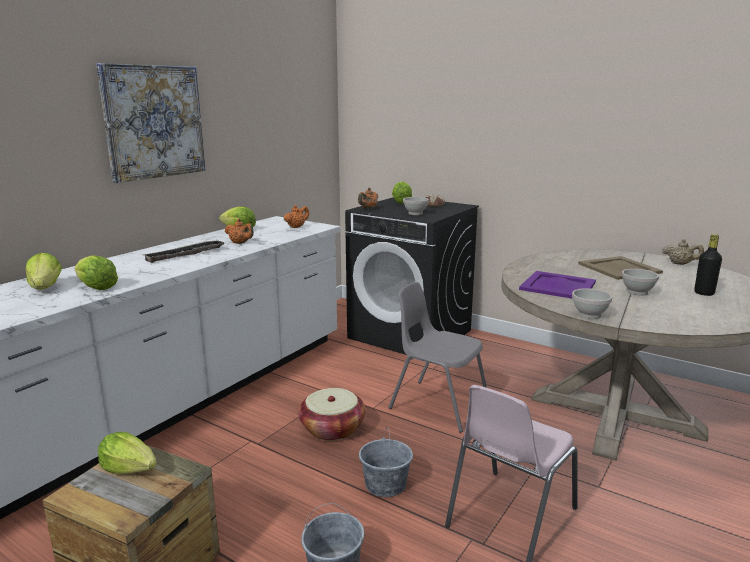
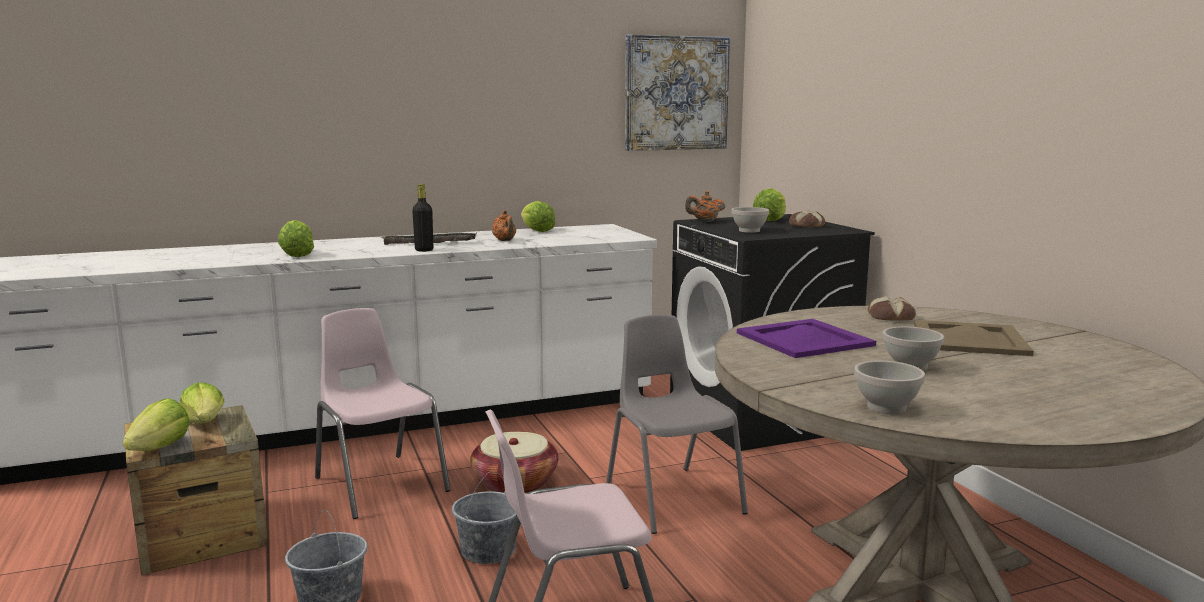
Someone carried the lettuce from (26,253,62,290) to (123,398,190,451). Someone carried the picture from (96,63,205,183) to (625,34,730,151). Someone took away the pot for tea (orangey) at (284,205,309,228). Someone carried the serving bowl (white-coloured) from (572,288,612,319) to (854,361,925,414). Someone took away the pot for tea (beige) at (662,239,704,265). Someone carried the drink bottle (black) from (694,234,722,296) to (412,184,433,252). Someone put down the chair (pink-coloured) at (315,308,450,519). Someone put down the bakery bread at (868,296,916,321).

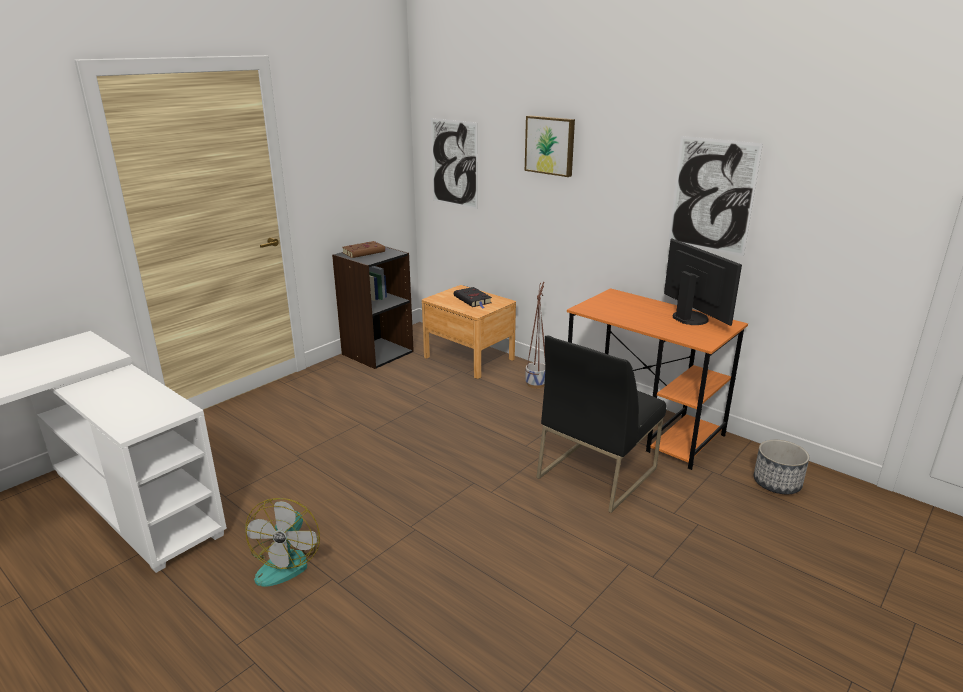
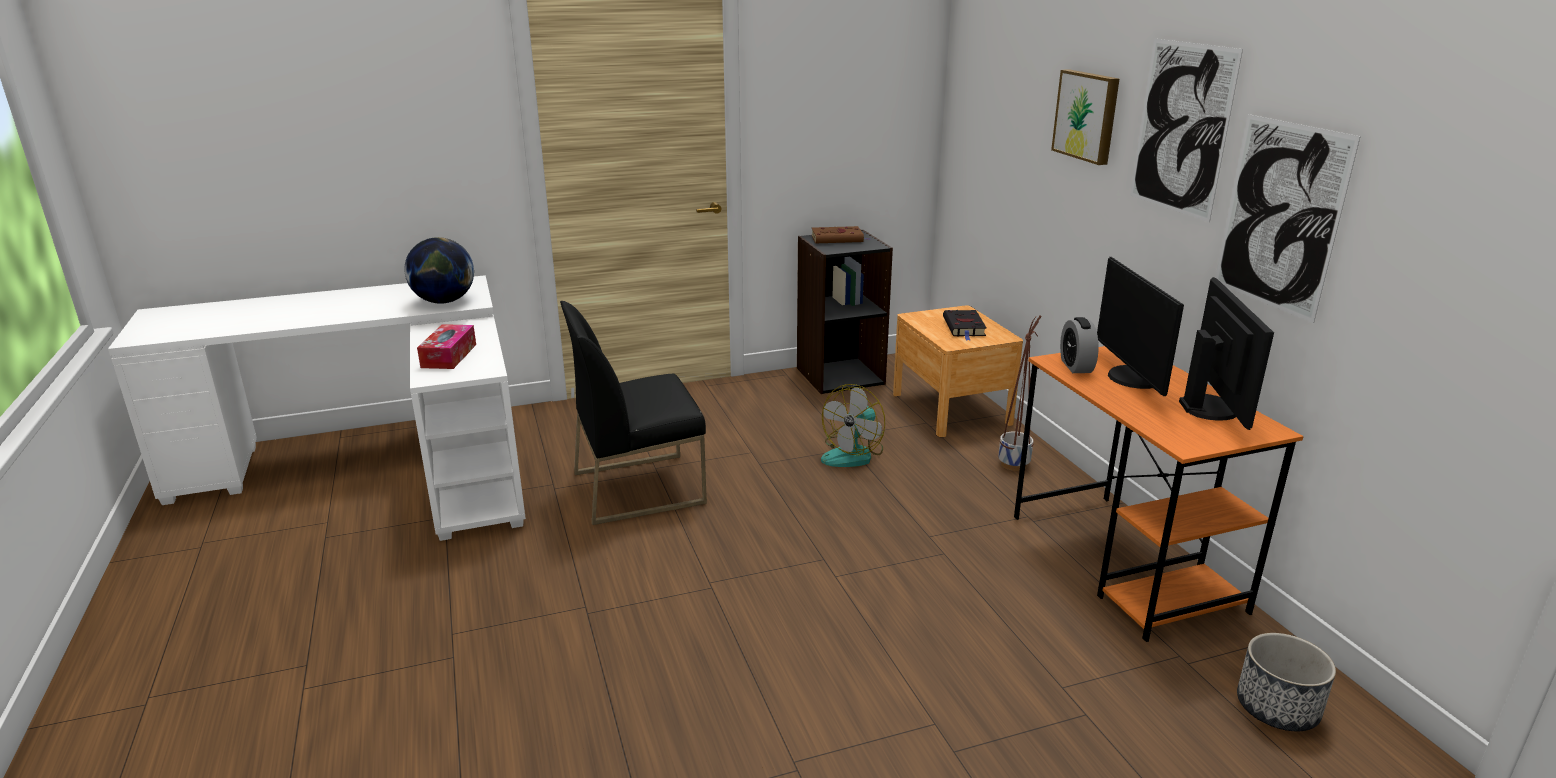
Someone carried the electric fan from (245,498,320,587) to (821,384,885,467). Someone carried the picture from (431,118,478,209) to (1130,38,1243,222). Someone carried the chair (black) from (537,336,666,513) to (560,301,707,525). Someone put down the globe at (404,237,474,304). Someone put down the tissue box at (417,324,476,369). Someone put down the table clock at (1060,317,1099,373). Someone put down the computer screen at (1097,257,1184,396).

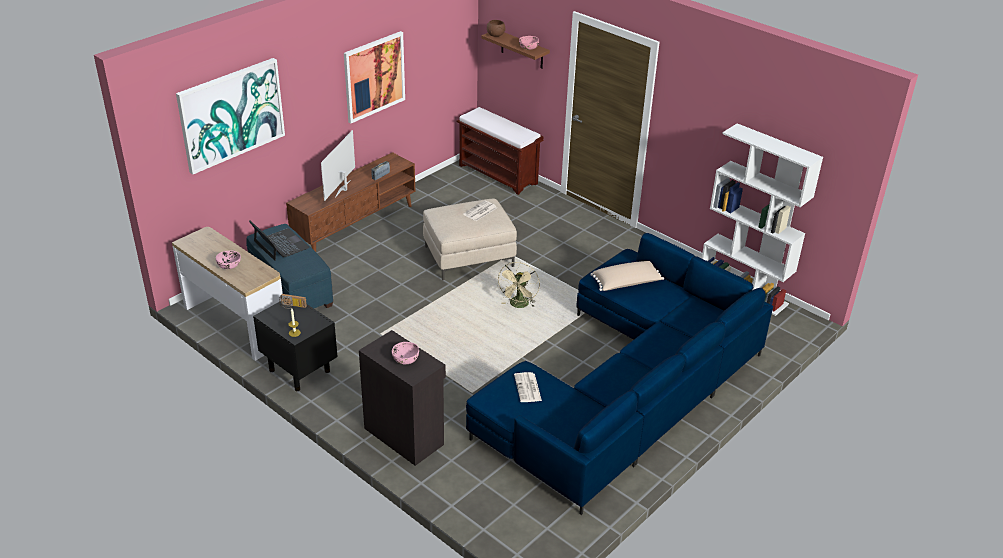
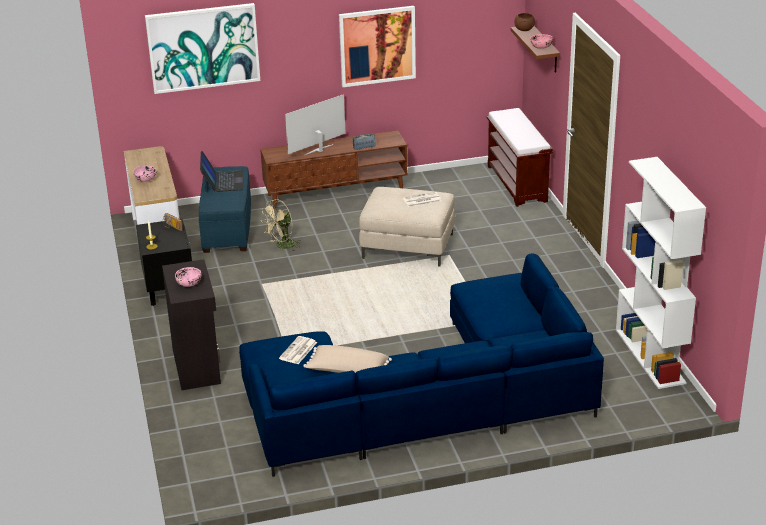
Someone carried the electric fan (beige) from (498,262,540,308) to (261,199,301,251). Someone carried the pillow (beige) from (590,261,664,291) to (303,345,392,373).

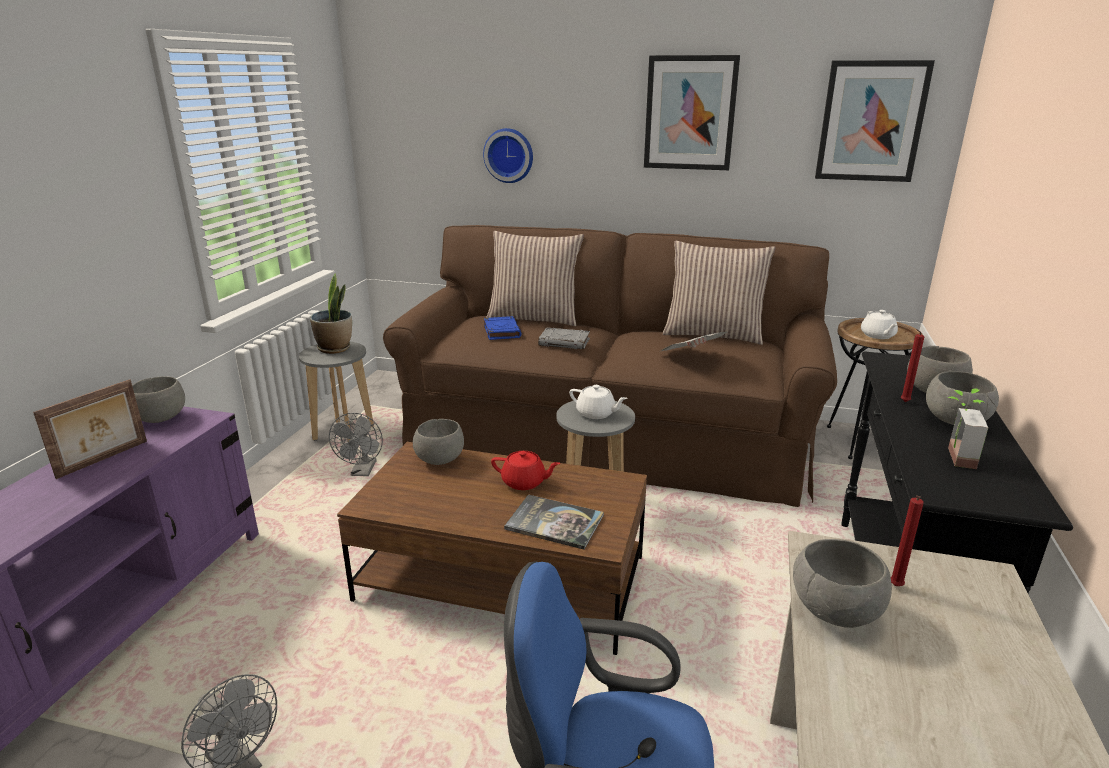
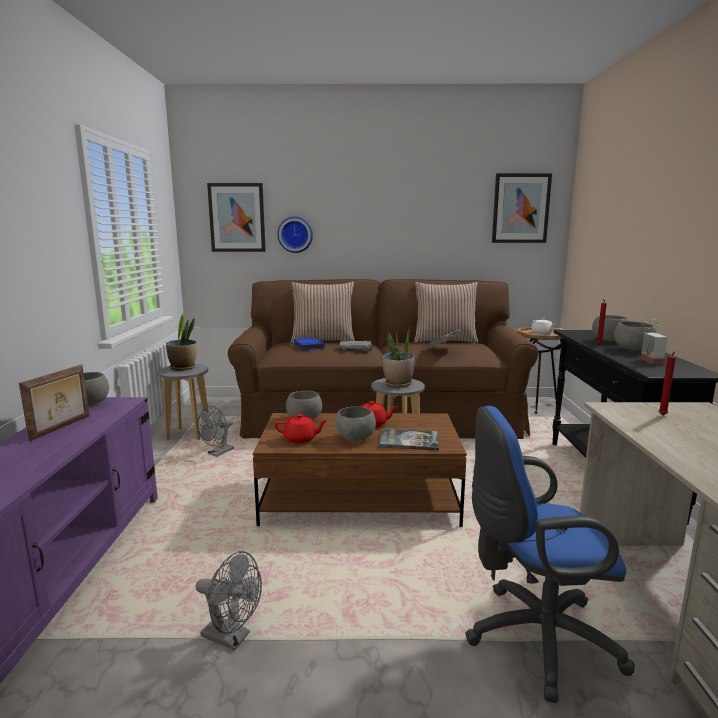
Someone rotated the electric fan (gray) at (329,413,383,476) by 45 degrees clockwise. Someone swapped the pot for tea (white-coloured) at (569,385,628,419) for the potted plant at (382,327,415,387). Someone carried the picture from (644,55,740,170) to (207,183,266,252). Someone carried the serving bowl (gray) from (793,539,892,628) to (335,406,376,441). Someone put down the pot for tea (red-coloured) at (275,414,328,443).

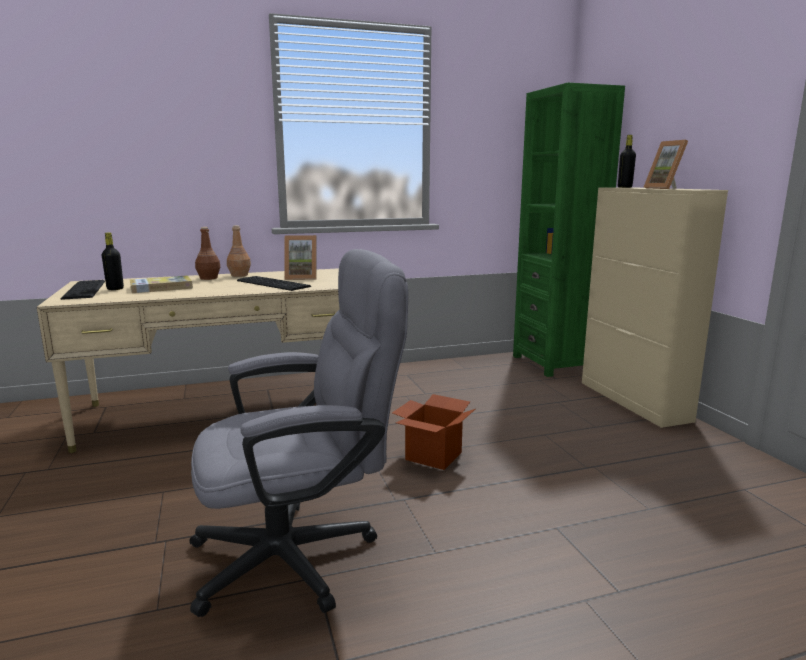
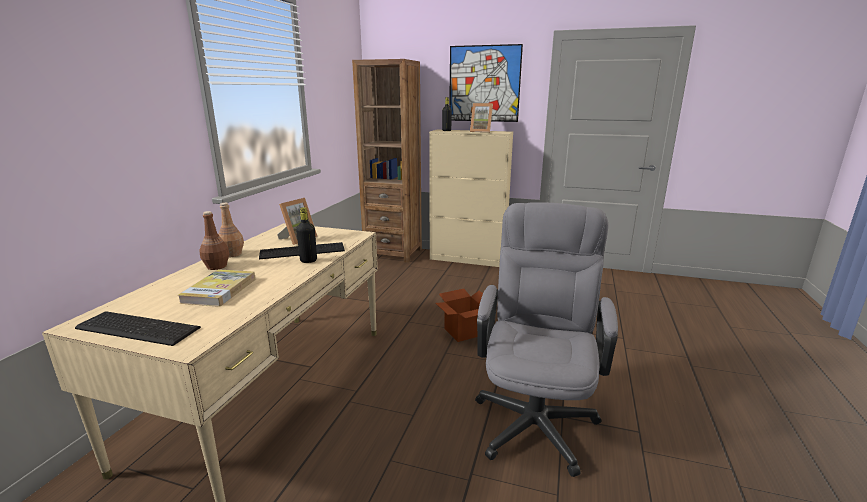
Someone carried the drink bottle (black) from (102,233,124,290) to (296,207,317,263). Someone repainted the shelving unit (greenish) at (513,83,625,377), which became the shelving unit (brownish) at (352,59,422,263). Someone put up the picture at (449,44,523,122).

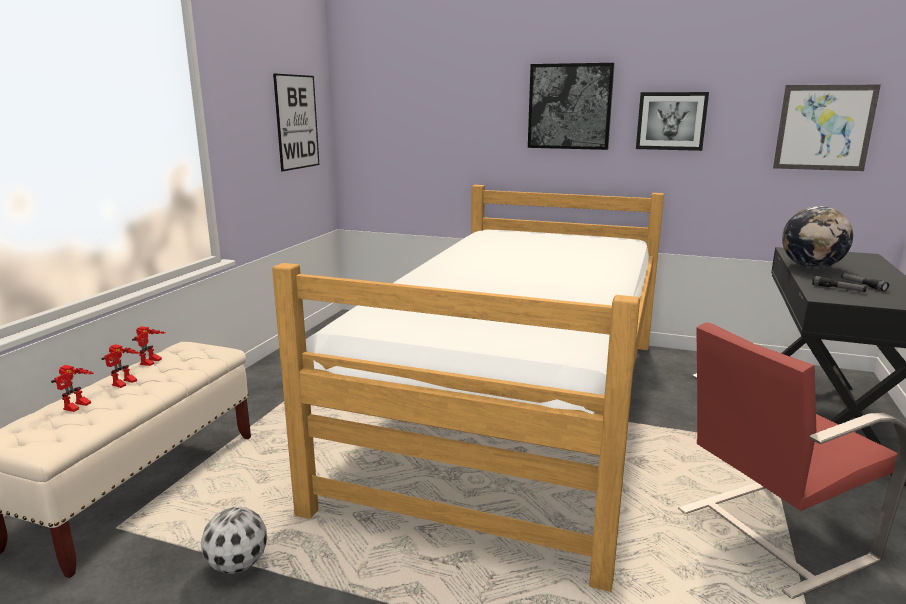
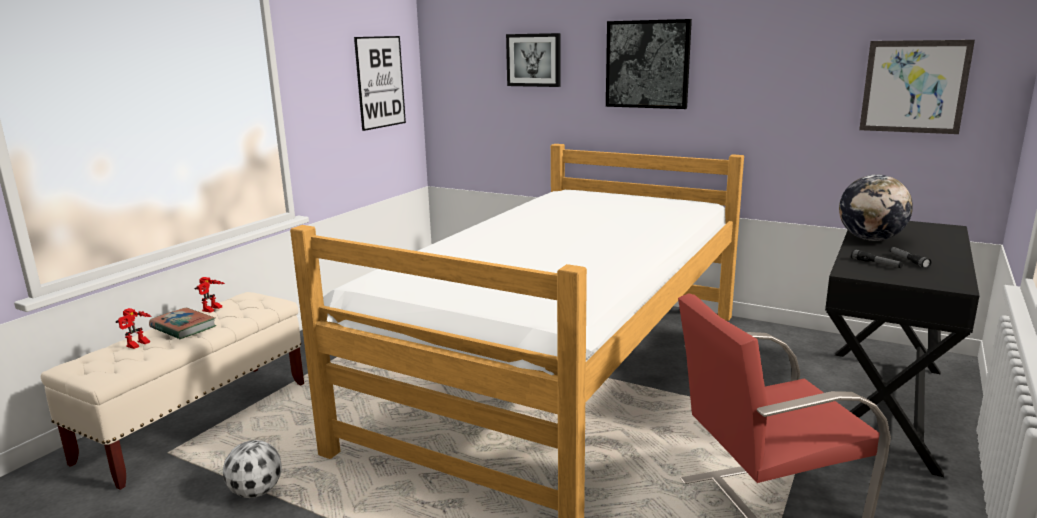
Someone swapped the robot figure at (102,344,140,388) for the bound book at (149,307,216,339). Someone carried the picture from (636,92,709,151) to (506,33,561,87).

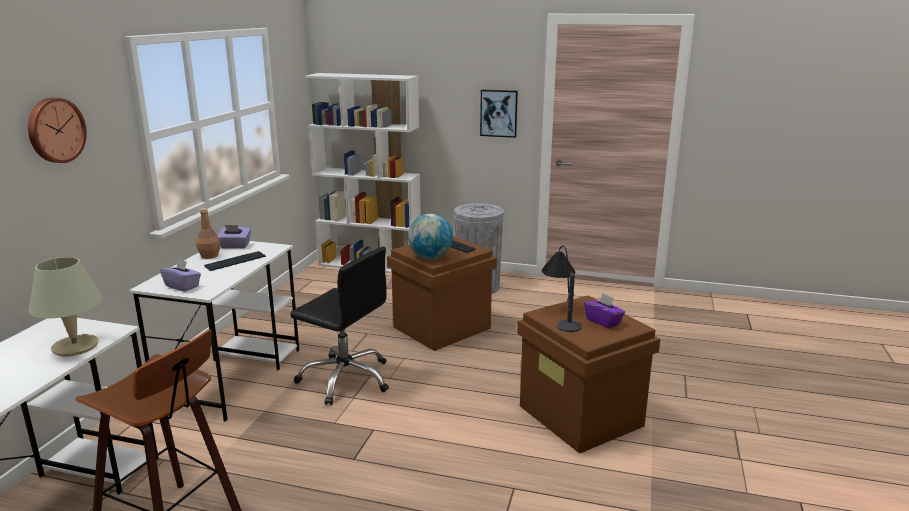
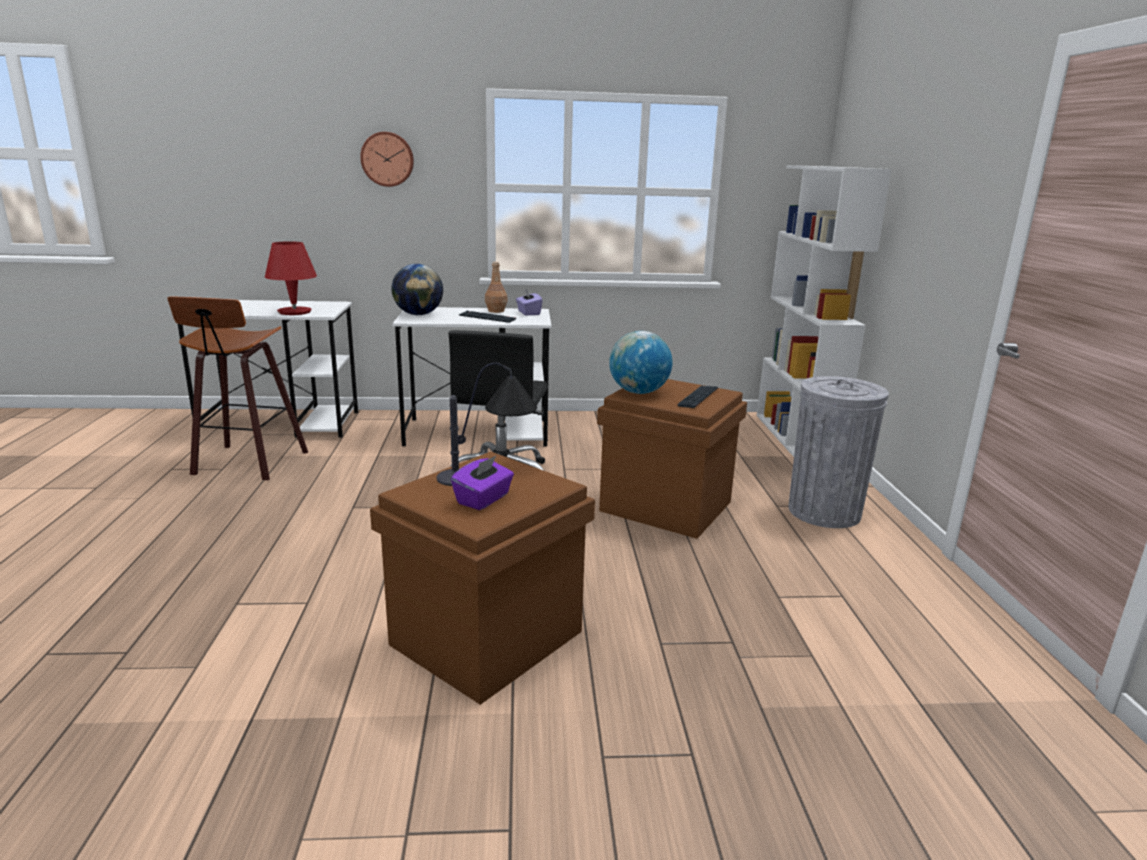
Someone repainted the tabletop lamp (beige) at (28,257,103,356), which became the tabletop lamp (red-coloured) at (265,241,317,315). Someone swapped the tissue box (purple-coloured) at (160,259,201,292) for the globe at (391,264,443,315). Someone took away the picture at (480,90,518,138).

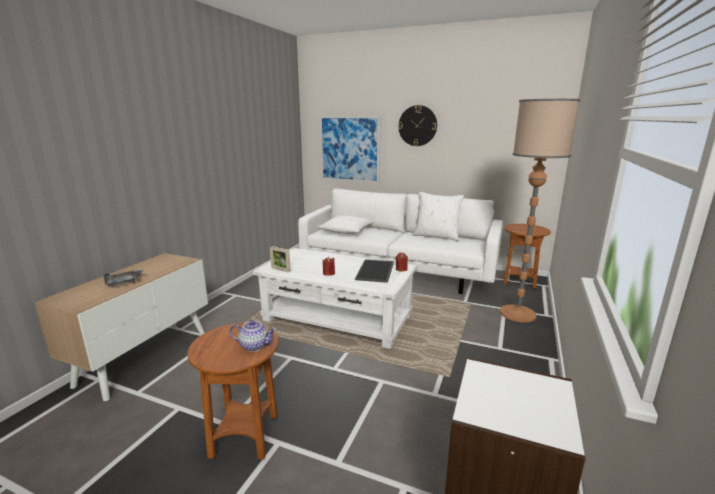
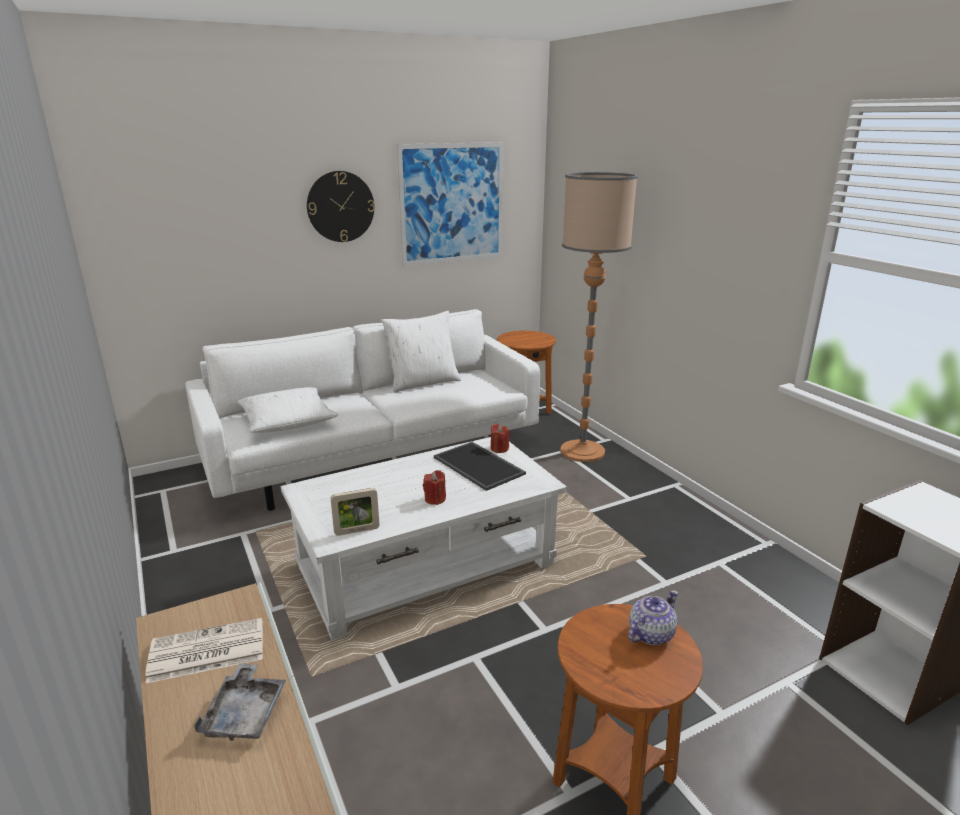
Someone carried the picture from (320,116,381,184) to (397,142,503,266). Someone put down the newspaper at (146,618,263,683).

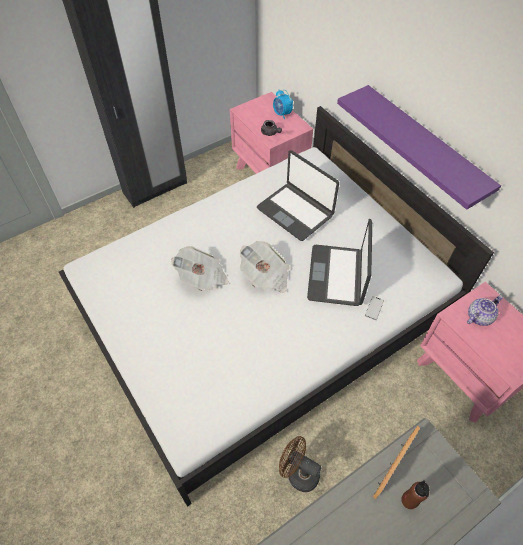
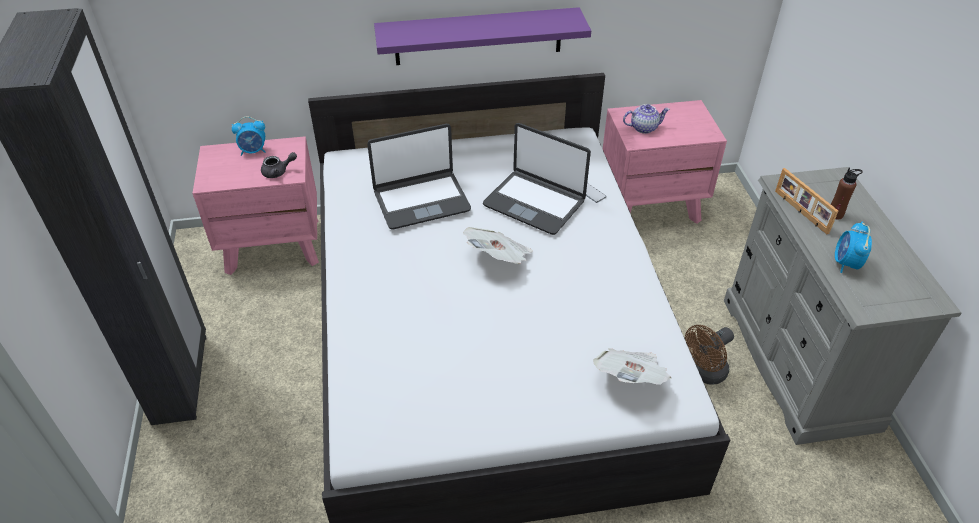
Someone carried the newspaper from (171,246,229,291) to (593,348,671,385). Someone rotated the pot for tea at (467,295,503,326) by 90 degrees clockwise. Someone put down the table clock at (835,222,872,273).

